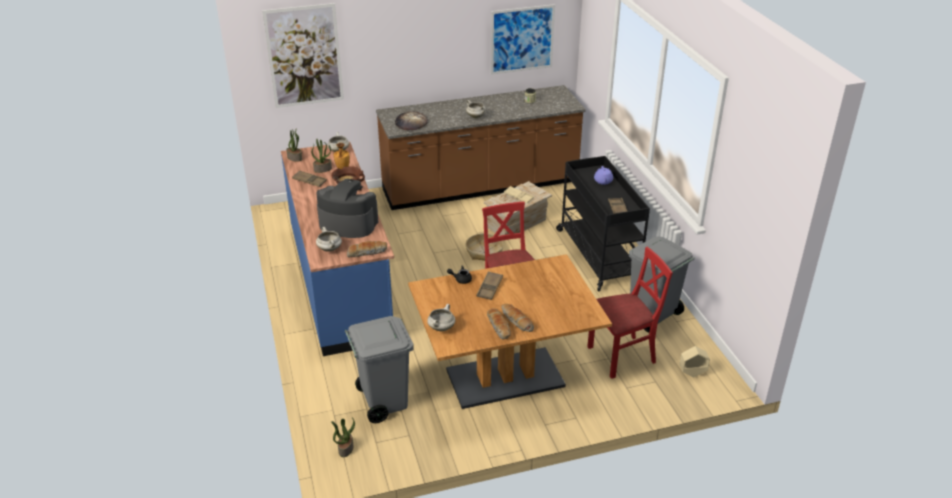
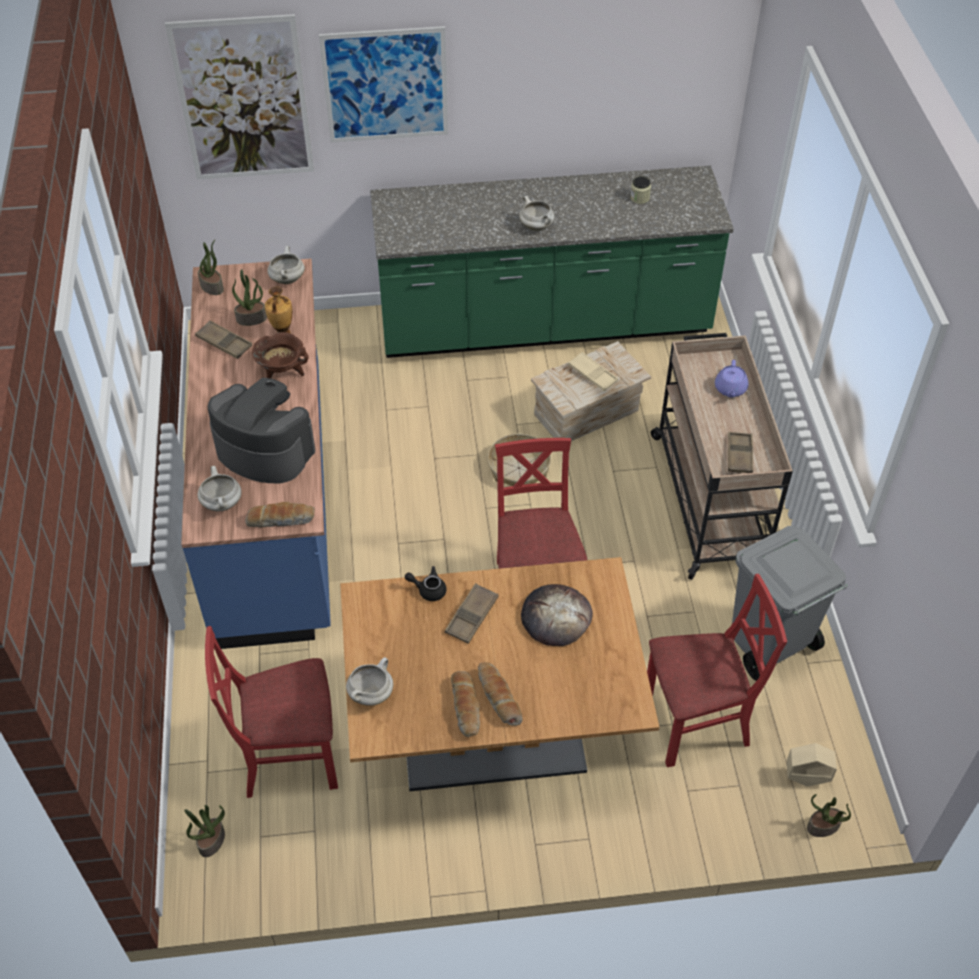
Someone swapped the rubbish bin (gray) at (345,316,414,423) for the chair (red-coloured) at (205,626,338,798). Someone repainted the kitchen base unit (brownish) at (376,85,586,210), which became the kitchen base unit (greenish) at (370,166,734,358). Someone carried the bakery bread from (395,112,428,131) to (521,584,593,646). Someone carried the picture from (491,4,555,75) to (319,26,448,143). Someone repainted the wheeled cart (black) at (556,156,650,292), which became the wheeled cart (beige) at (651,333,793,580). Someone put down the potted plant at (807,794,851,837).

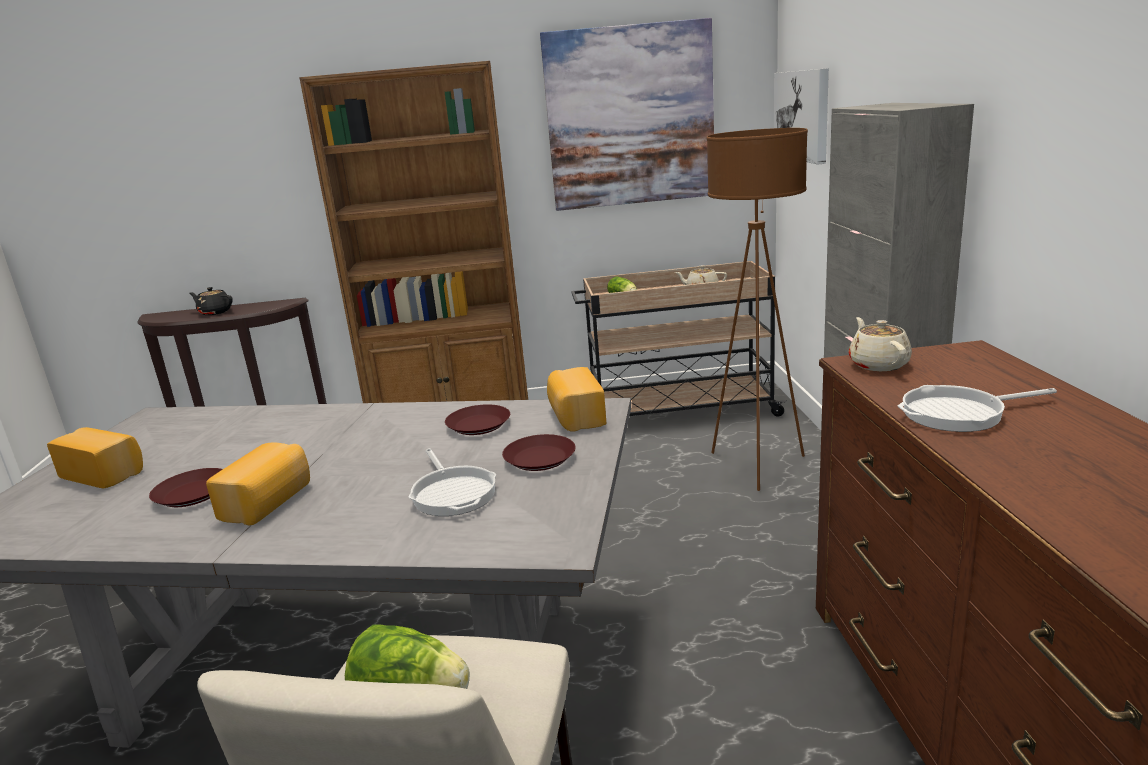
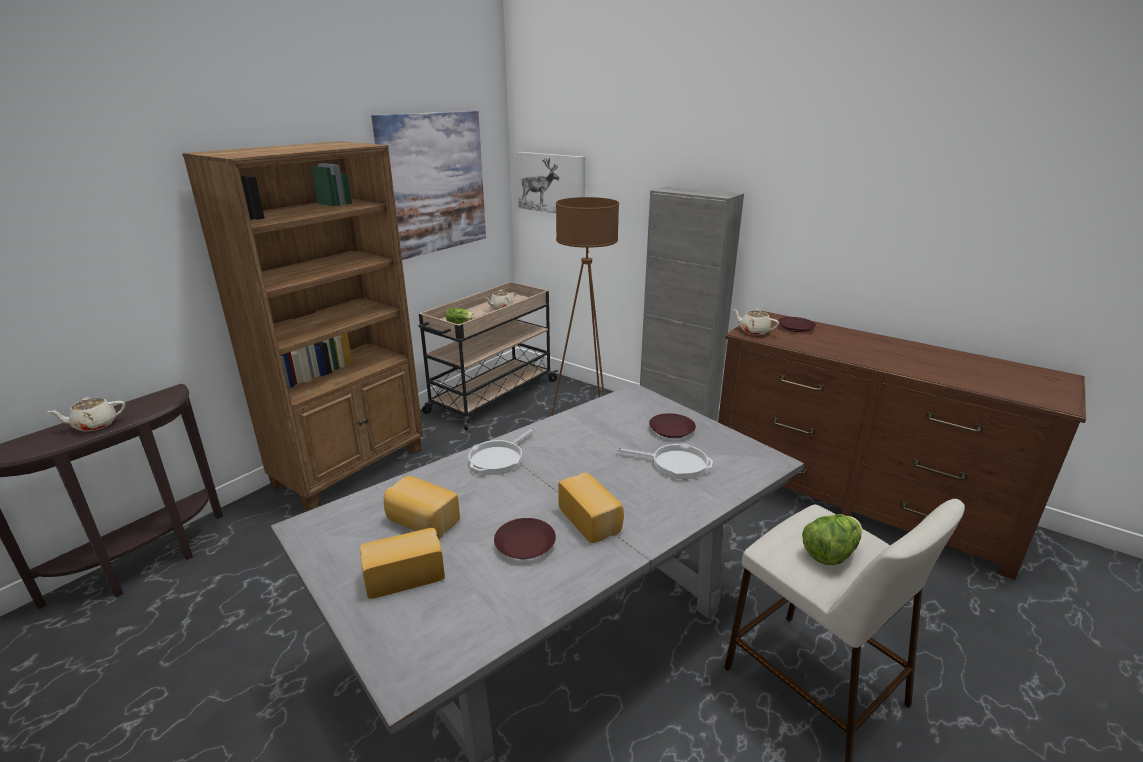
Someone repainted the pot for tea (black) at (189,287,233,315), which became the pot for tea (beige) at (47,397,125,432). Someone carried the flat dish (brownish) from (445,404,510,435) to (778,317,816,332). Someone carried the bakery bread from (547,367,606,432) to (384,476,460,539). Someone carried the skillet from (898,385,1057,432) to (468,427,536,475).

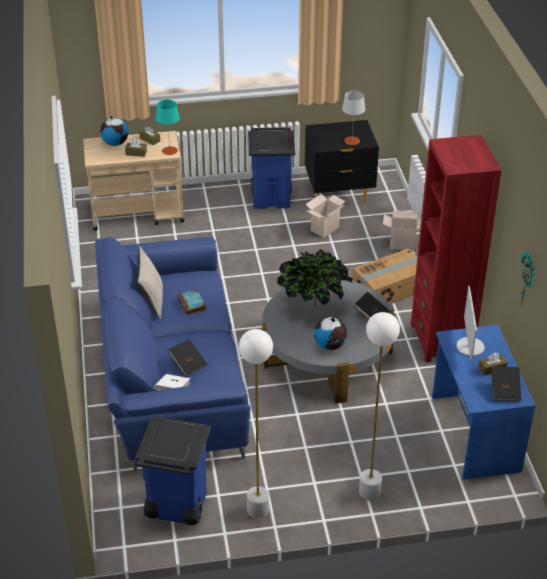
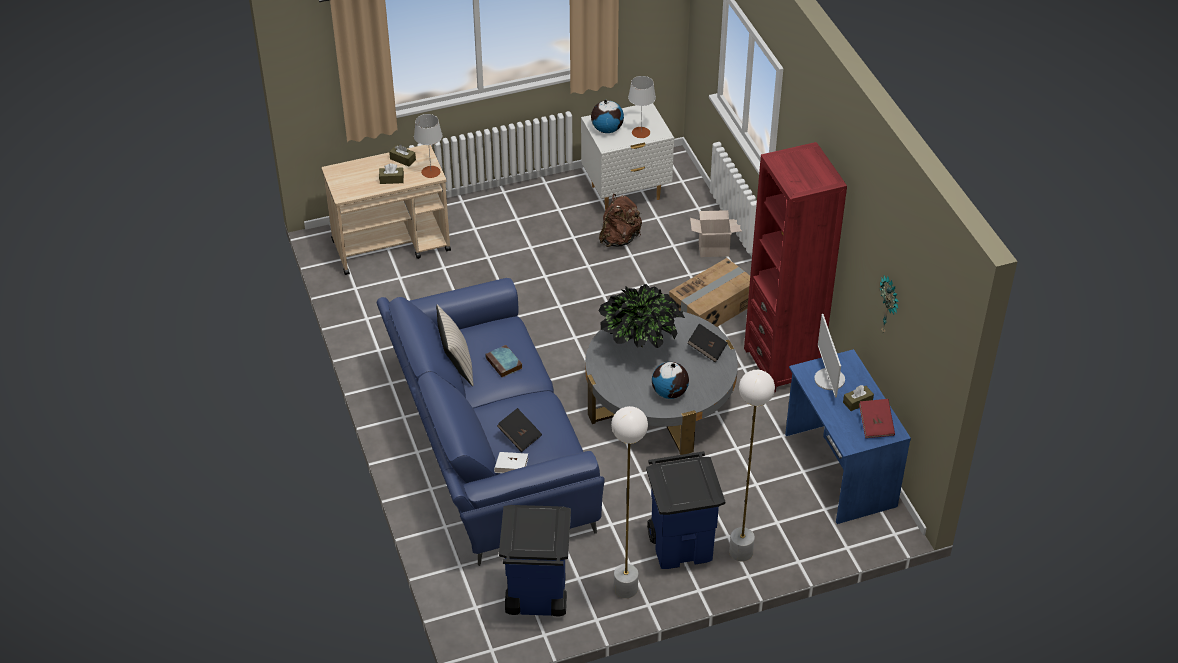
Someone carried the globe from (100,116,128,146) to (591,99,624,133). Someone repainted the tabletop lamp (blue-green) at (156,100,180,155), which became the tabletop lamp (gray) at (414,114,443,178). Someone carried the rubbish bin (bluish) from (248,127,295,209) to (646,451,725,569). Someone repainted the bedside table (black) at (305,120,379,203), which became the bedside table (white-coloured) at (581,103,674,210). Someone swapped the carton at (305,194,346,238) for the knapsack (brownish) at (599,194,642,247). Someone repainted the bound book (black) at (491,366,521,401), which became the bound book (red-coloured) at (859,399,895,438).

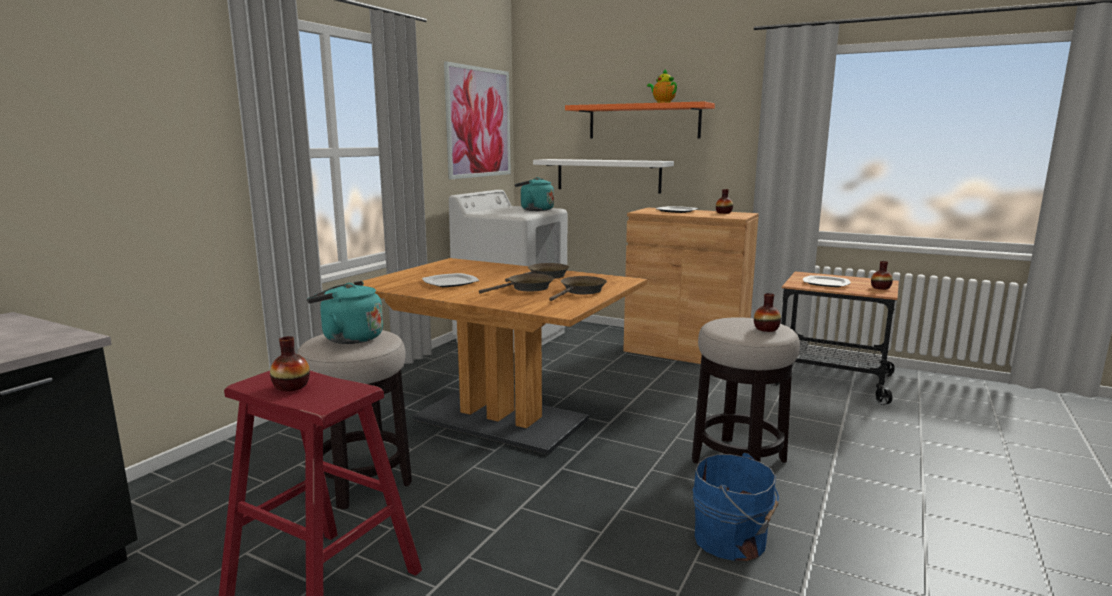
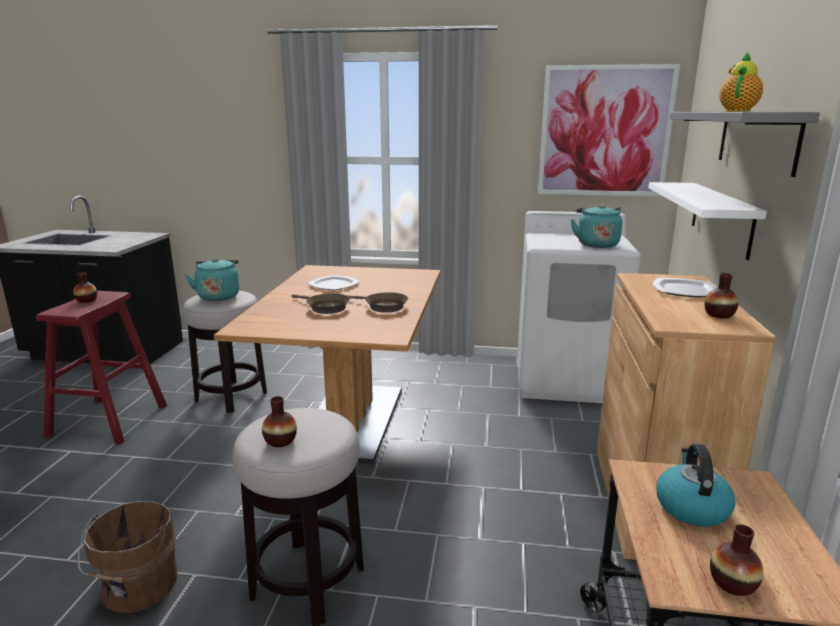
Someone took away the skillet (brownish) at (549,276,607,301). Someone repainted the bracket shelf (orangey) at (565,101,715,139), which became the bracket shelf (gray) at (669,112,820,177). Someone repainted the water bucket (bluish) at (692,453,779,561), which became the water bucket (brownish) at (78,501,177,613). Someone swapped the flat dish at (803,275,851,287) for the water kettle at (656,444,736,527).

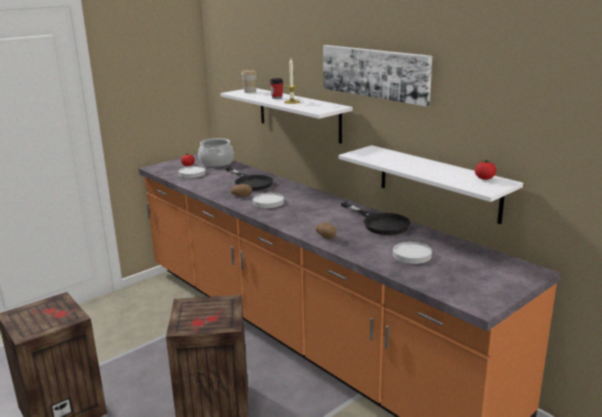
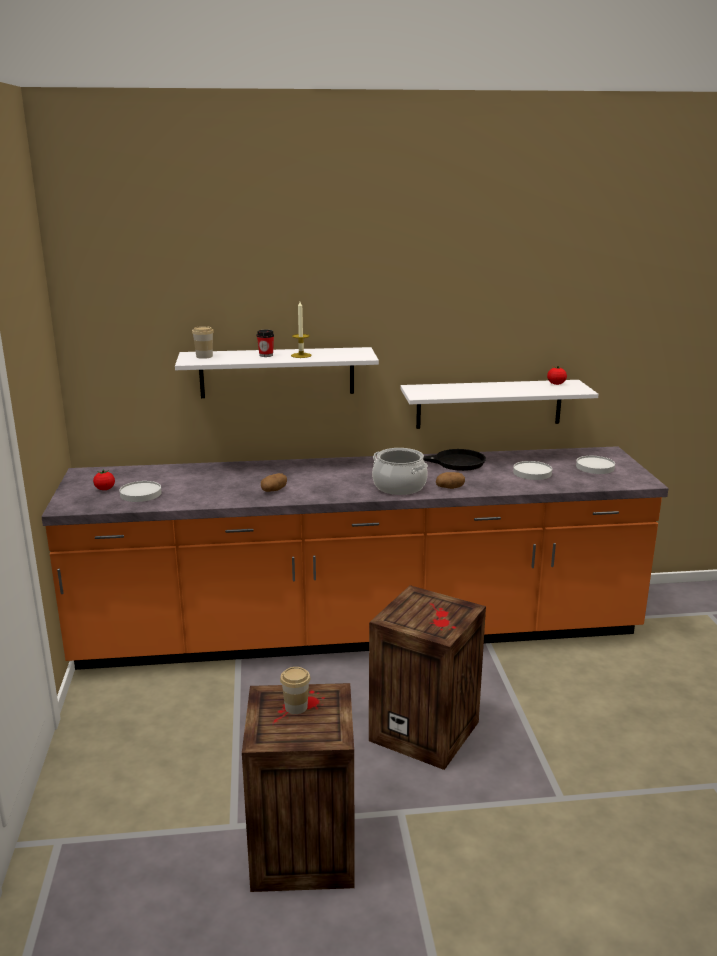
Someone carried the stockpot from (198,138,234,167) to (372,448,428,495). Someone took away the skillet (black) at (226,167,273,191). Someone carried the flat dish (white-coloured) from (253,193,284,208) to (576,456,615,474). Someone took away the picture at (323,45,432,106). Someone put down the drinking cup at (280,667,311,714).

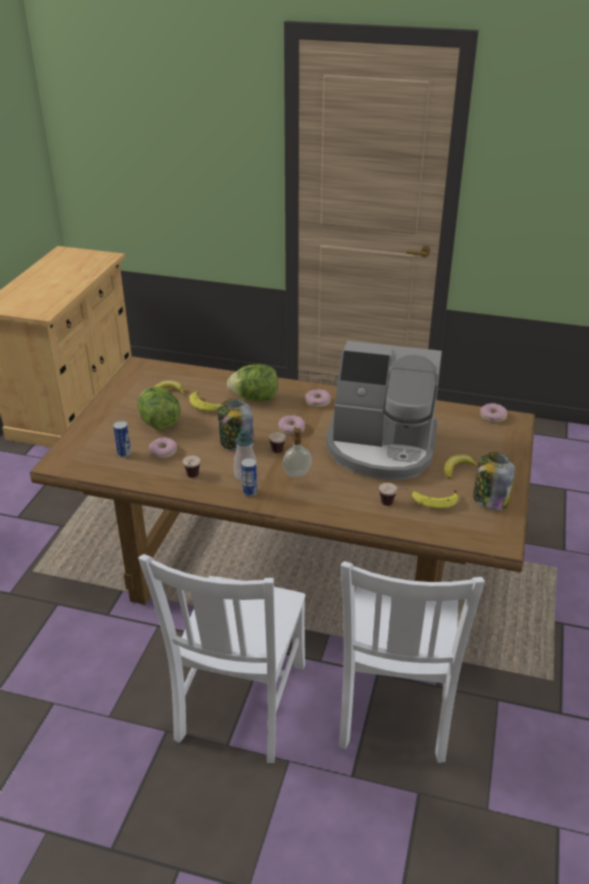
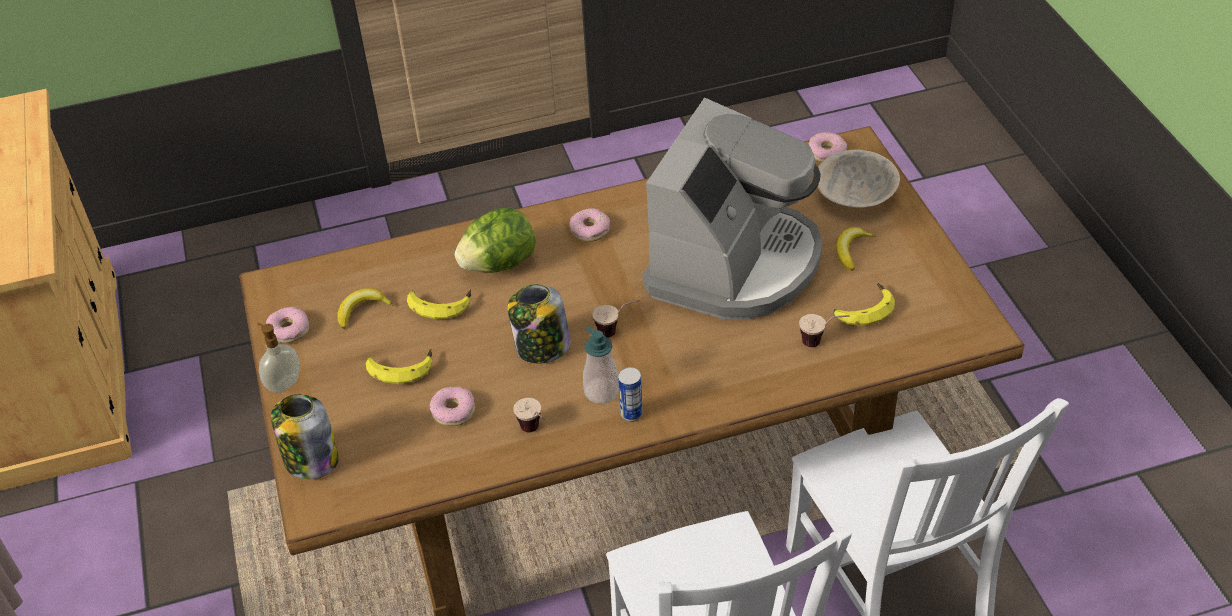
Someone took away the can at (113,421,131,458). Someone swapped the lettuce at (138,387,180,430) for the banana fruit at (366,348,432,384). Someone carried the ring doughnut from (278,416,305,435) to (266,307,309,343). Someone carried the liquid soap bottle from (283,427,312,477) to (258,323,300,393). Someone rotated the coffee machine at (326,341,442,480) by 45 degrees counterclockwise. Someone carried the jar from (473,452,515,510) to (271,394,339,479). Someone put down the serving bowl (beige) at (817,149,900,208).

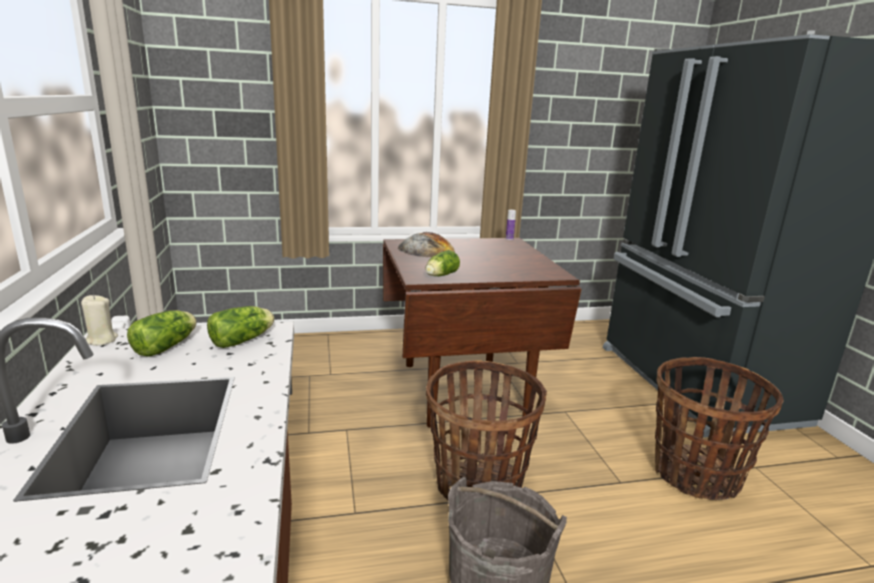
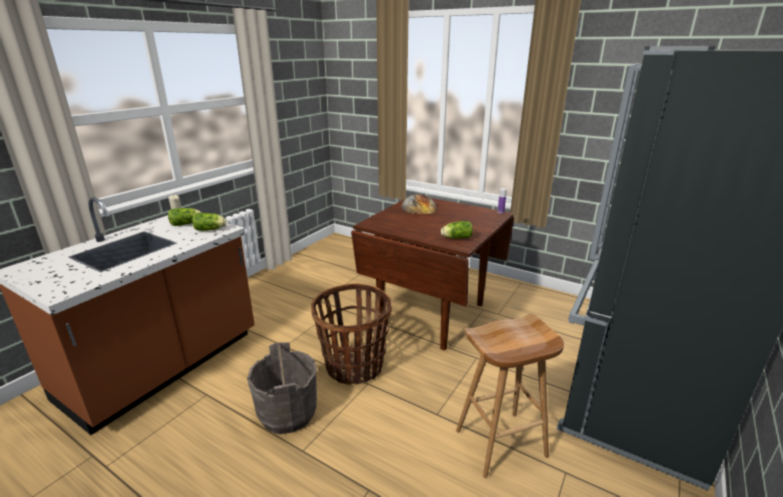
Someone carried the lettuce from (425,250,460,276) to (441,221,473,239). Someone swapped the storage basket at (655,357,784,500) for the stool (brownish) at (456,314,564,478).

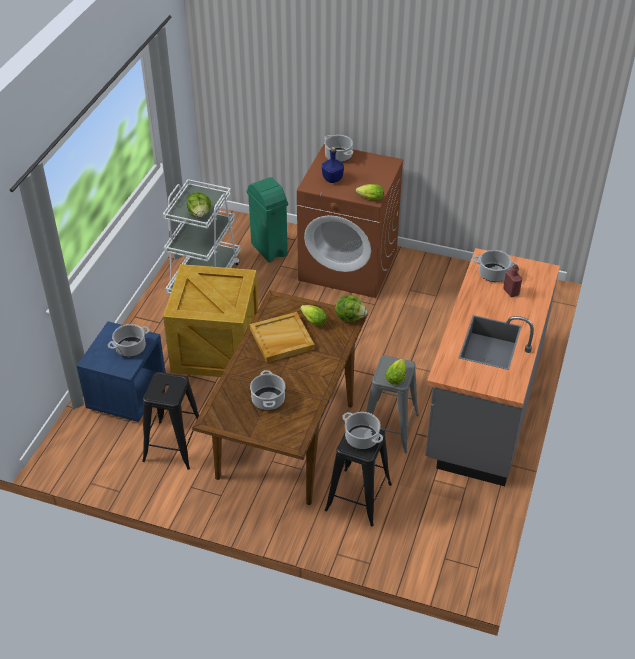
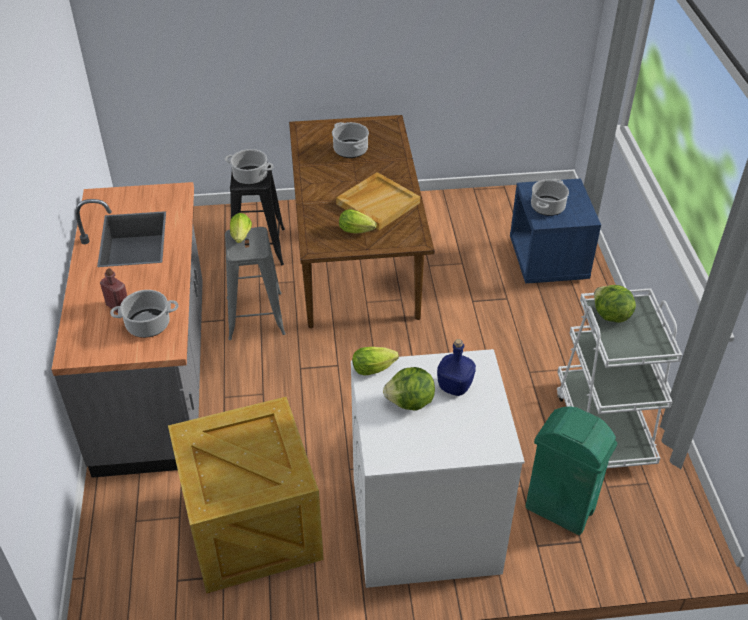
Someone took away the stool (black) at (142,372,199,470). Someone carried the shipping crate from (163,264,258,377) to (168,397,324,594). Someone repainted the washing machine (brownish) at (297,144,404,298), which became the washing machine (white-coloured) at (351,349,525,588). Someone took away the stockpot at (324,135,353,162). Someone carried the lettuce from (335,295,367,322) to (383,367,435,411).

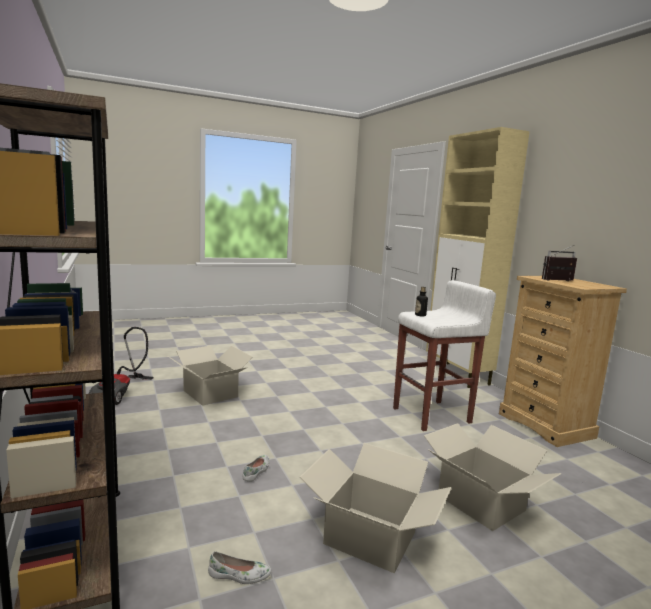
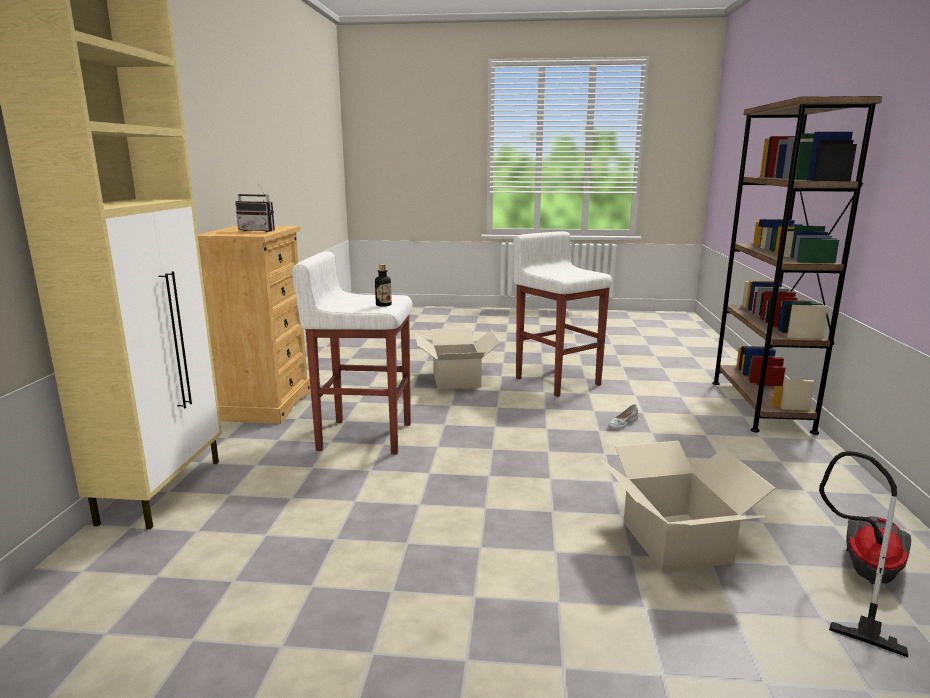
Someone took away the low shoe (white-coloured) at (208,551,272,584). Someone swapped the carton at (300,443,452,573) for the stool (white-coloured) at (513,231,612,397).

